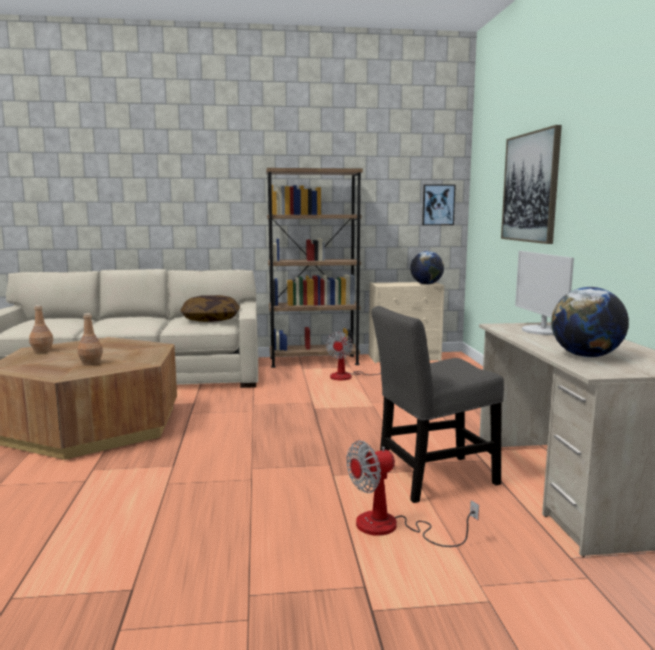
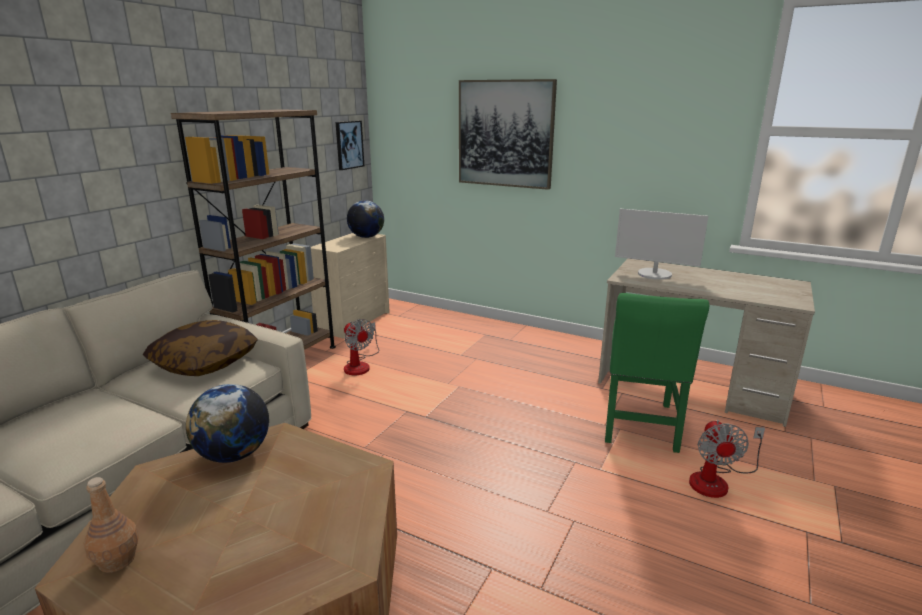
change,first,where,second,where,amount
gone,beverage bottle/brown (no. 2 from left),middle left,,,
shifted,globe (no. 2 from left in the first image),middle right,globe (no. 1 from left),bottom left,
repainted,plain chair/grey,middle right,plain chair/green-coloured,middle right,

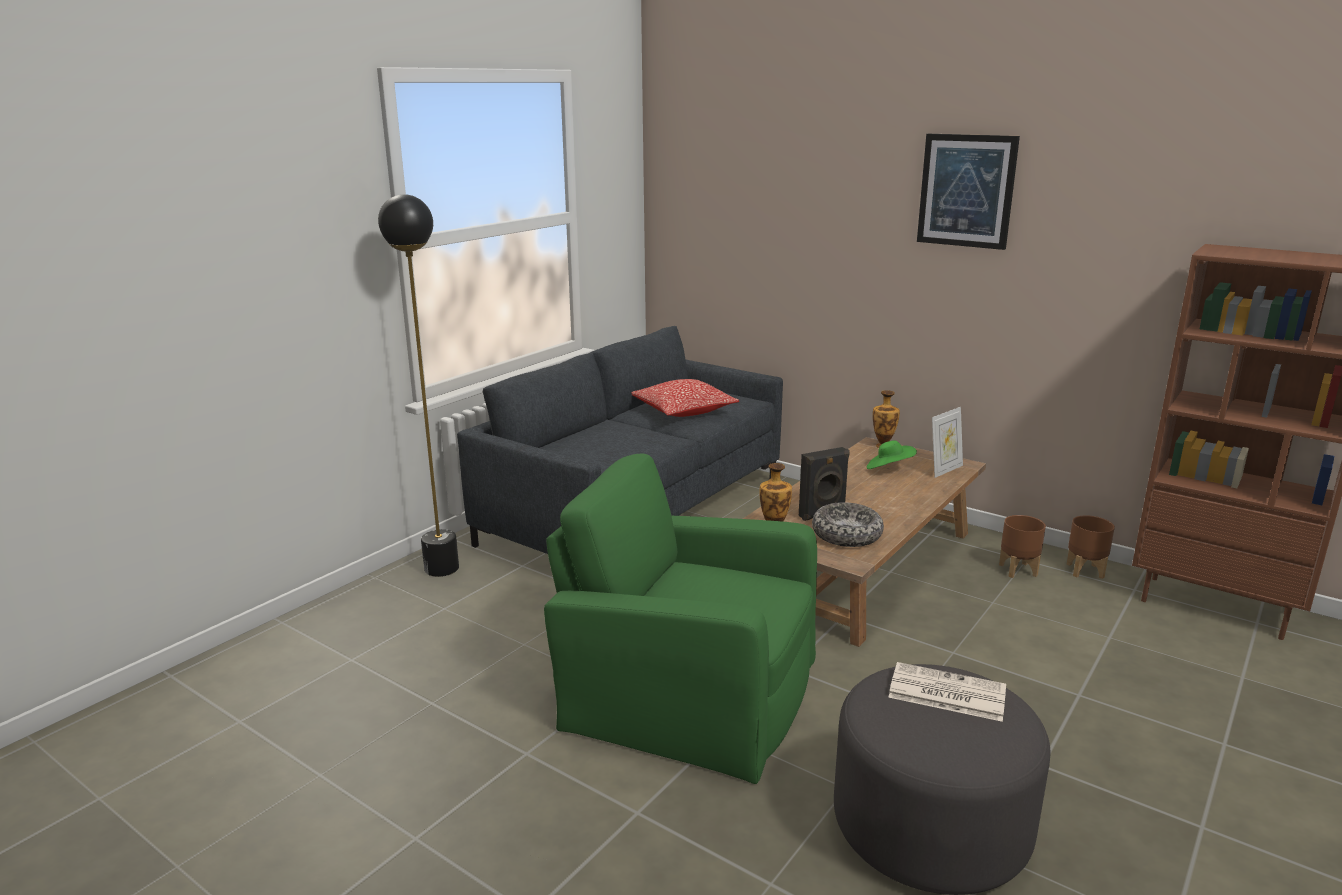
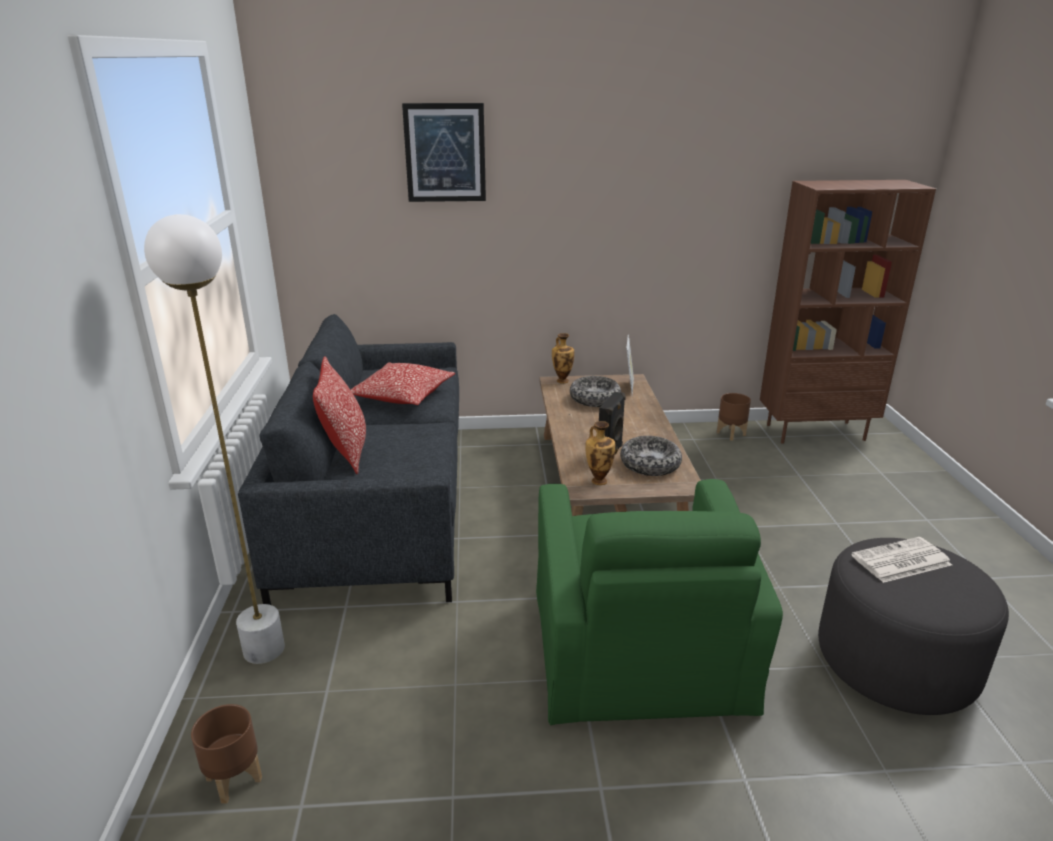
change,first,where,second,where,amount
new,,,pillow (no. 1 from left),middle left,
shifted,wall picture,top right,,top centre,
shifted,planter/brown (no. 1 from left),middle right,,bottom left,
swapped,hat/green-coloured,centre,deep dish (no. 1 from left),centre,
repainted,standard lamp/black,middle left,standard lamp/white-coloured,middle left,
rotated,easy chair/green-coloured,bottom centre,,bottom centre,75 degrees counterclockwise

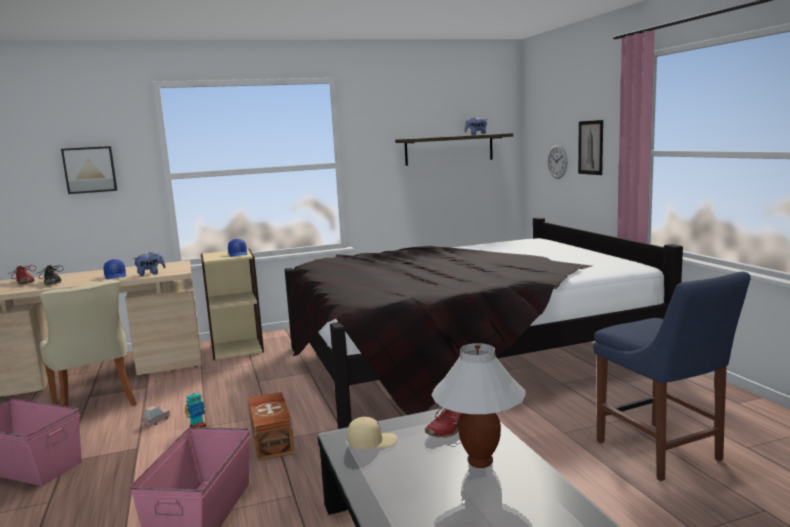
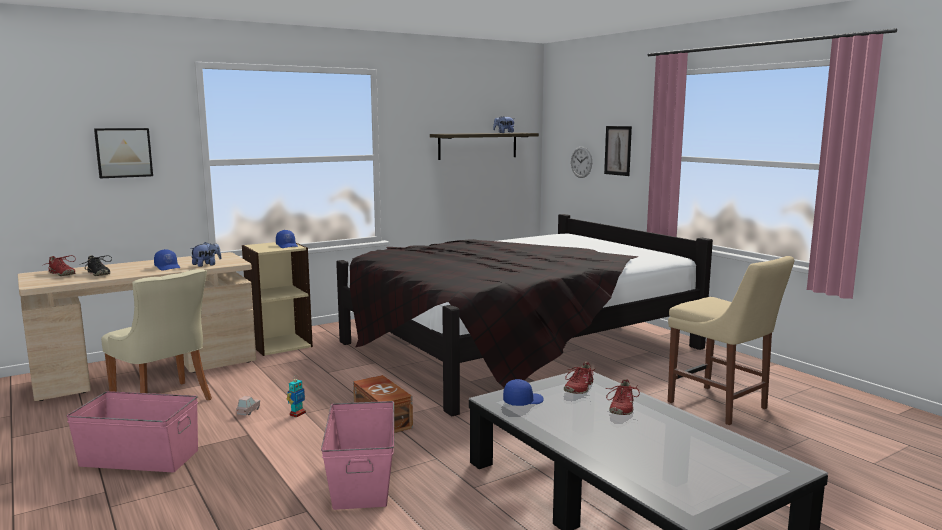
change,first,where,second,where,amount
swapped,table lamp/white-coloured,bottom centre,low shoe/reddish (no. 3 from left),bottom centre,
repainted,baseball cap/sand-coloured,bottom centre,baseball cap/blue-coloured (no. 3 from left),bottom centre,
repainted,plain chair/blue-coloured,bottom right,plain chair/sand-coloured (no. 2 from left),middle right,

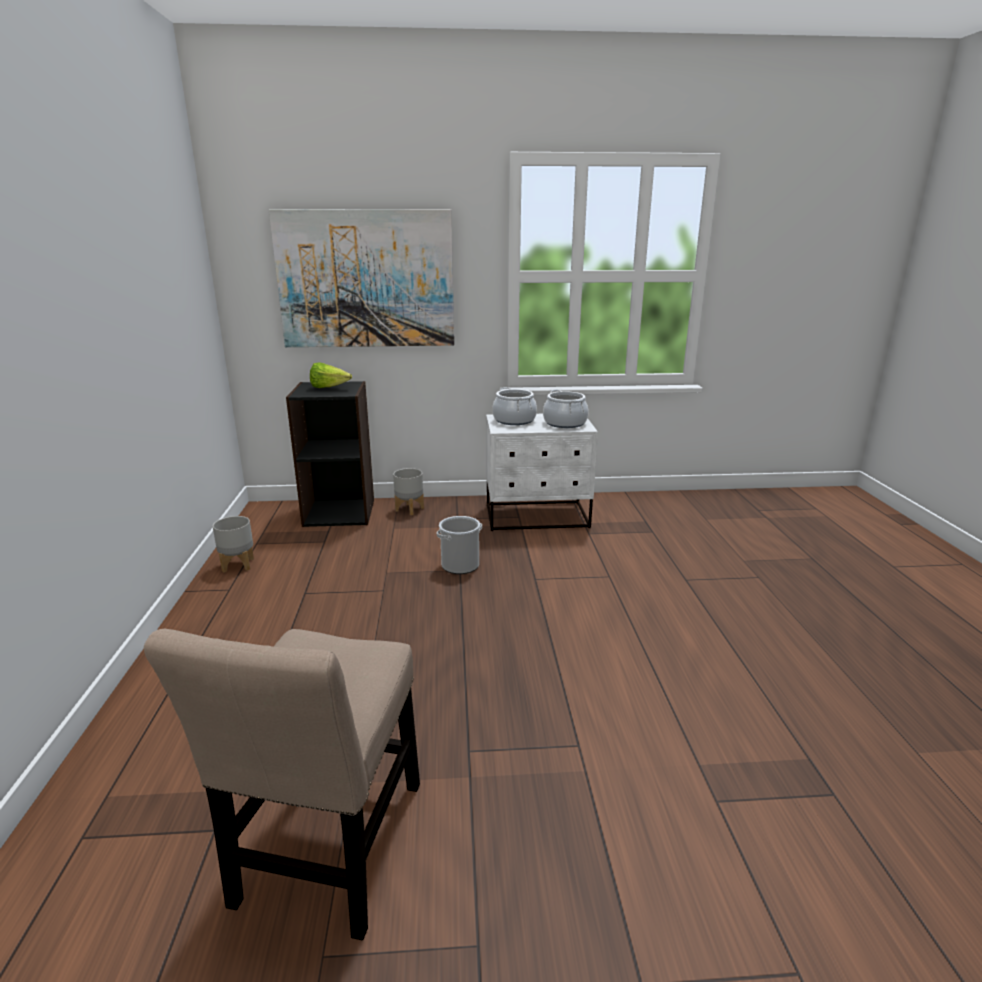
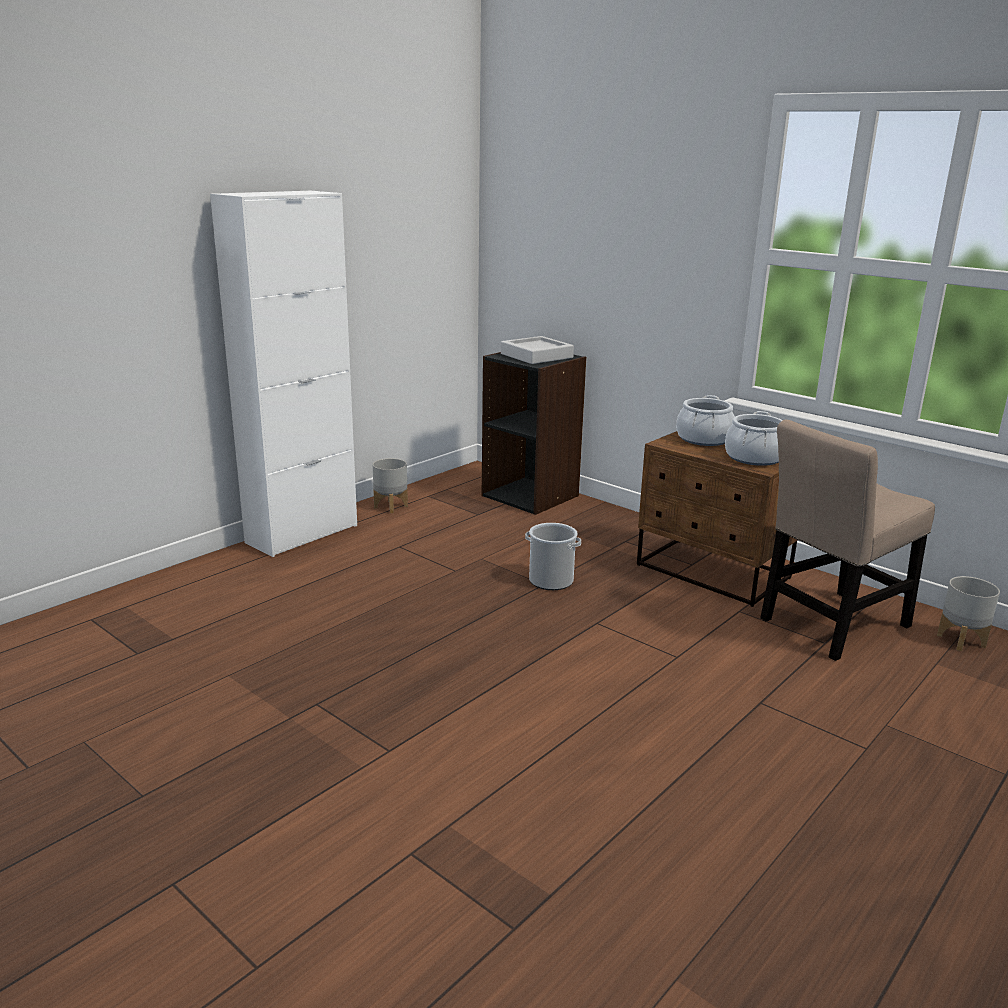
change,first,where,second,where,amount
gone,wall picture,top centre,,,
new,,,storage cabinet/white-coloured,middle left,
shifted,plain chair/sand-coloured,bottom left,,middle right,
shifted,planter/grey (no. 2 from left),centre,,middle right,
swapped,head of lettuce,centre,carrying tray/grey,centre,
repainted,night table/white-coloured,centre,night table/brown,middle right,

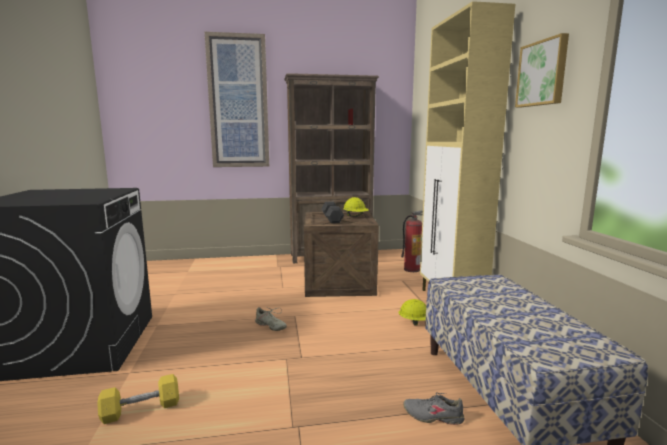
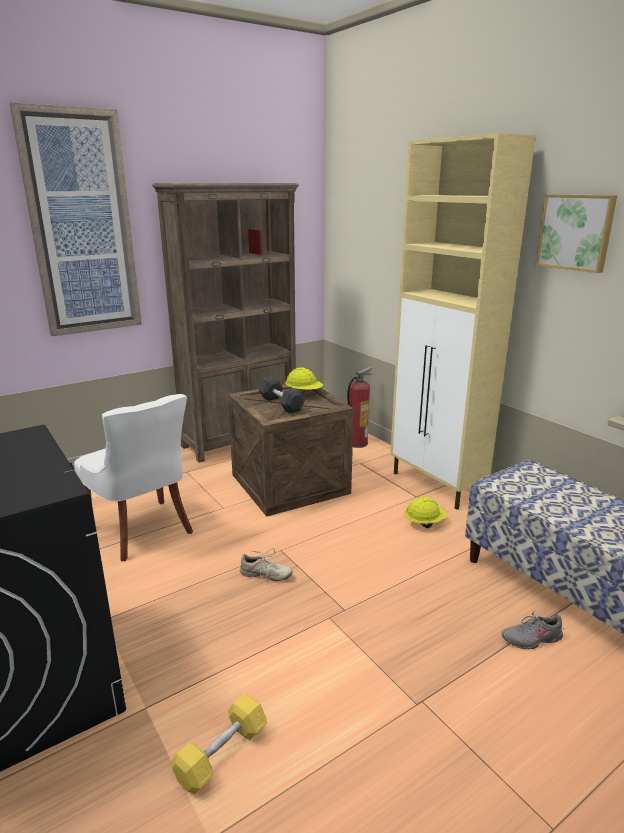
change,first,where,second,where,amount
new,,,plain chair/white-coloured,middle left,

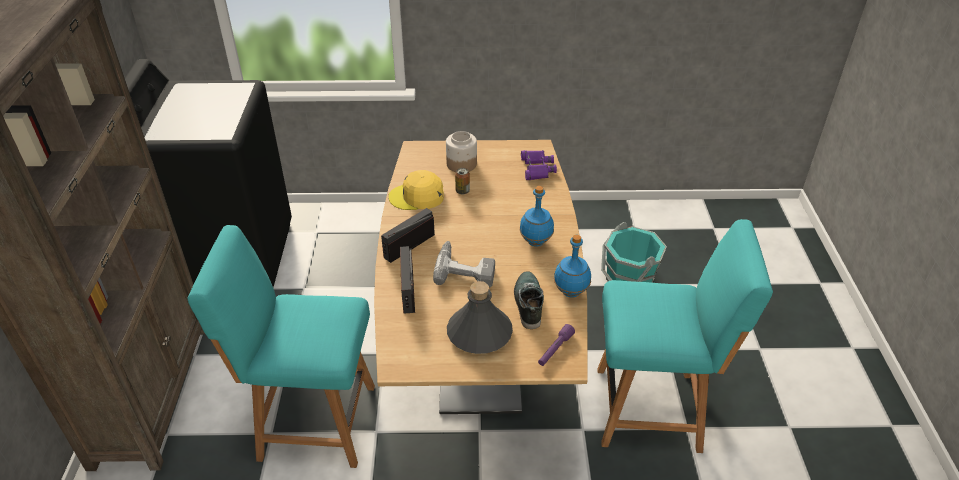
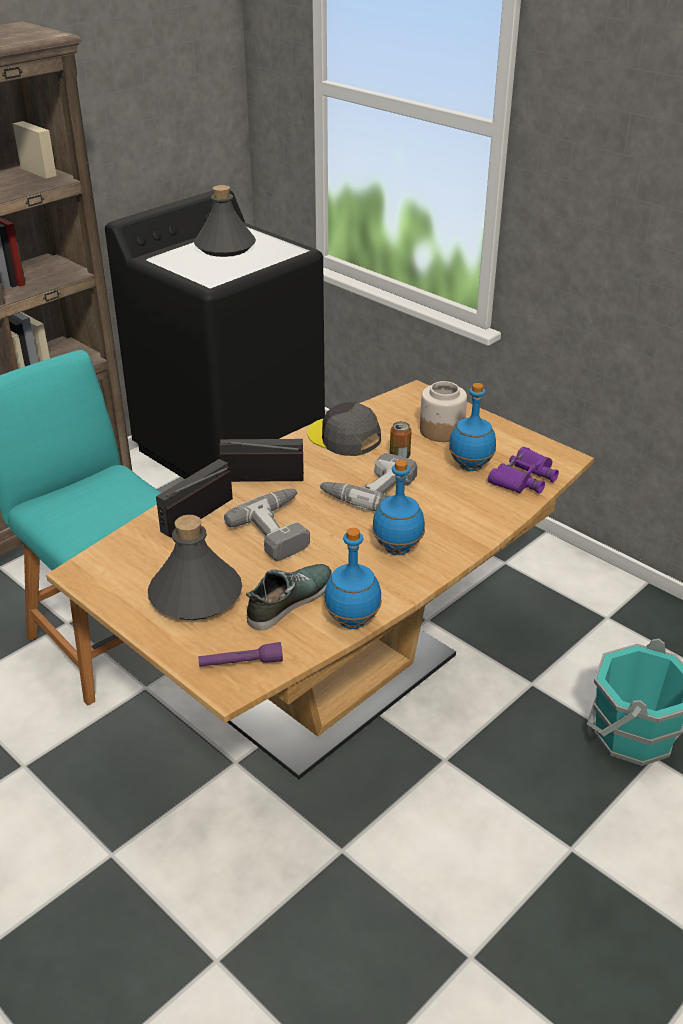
change,first,where,second,where,amount
gone,plain chair/turquoise-coloured (no. 2 from left),bottom right,,,
new,,,beverage bottle/grey (no. 2 from left),top left,
new,,,power drill (no. 2 from left),centre,
new,,,beverage bottle/blue-coloured (no. 3 from left),middle right,
repainted,baseball cap/yellow,centre,baseball cap/grey,centre,

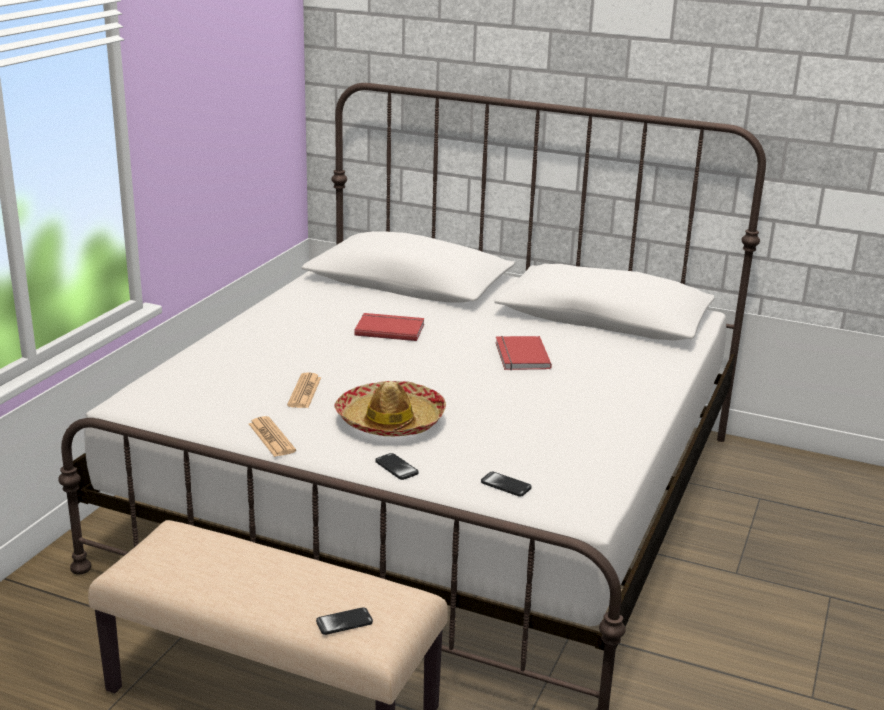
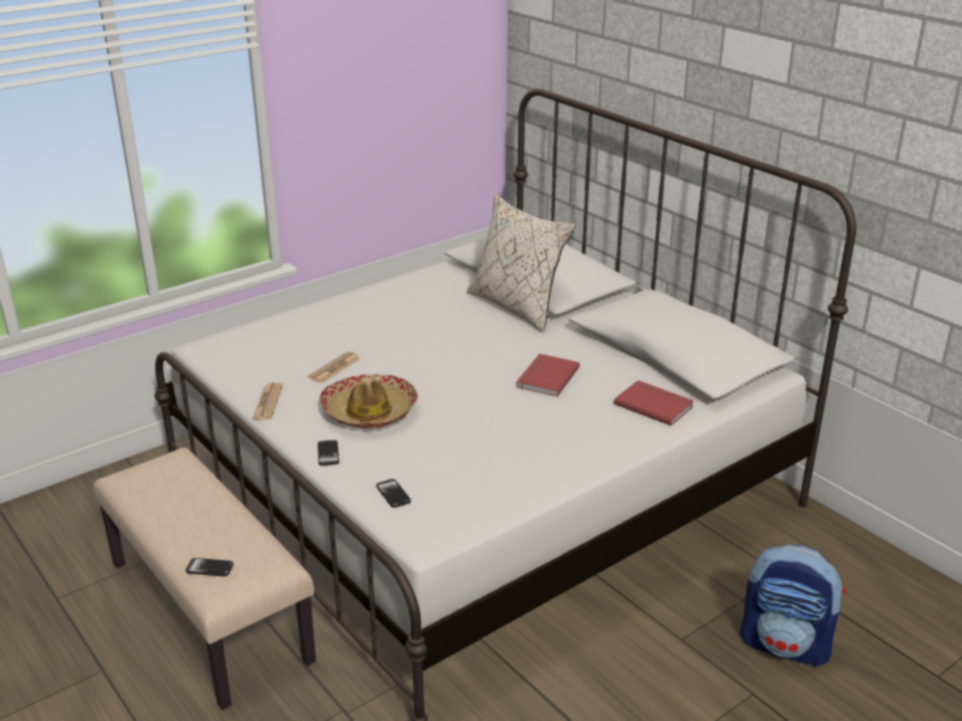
change,first,where,second,where,amount
new,,,pillow/sand-coloured,centre,
new,,,rucksack,bottom right,
shifted,book/reddish (no. 1 from left in the first image),centre,book/reddish (no. 2 from left),middle right,

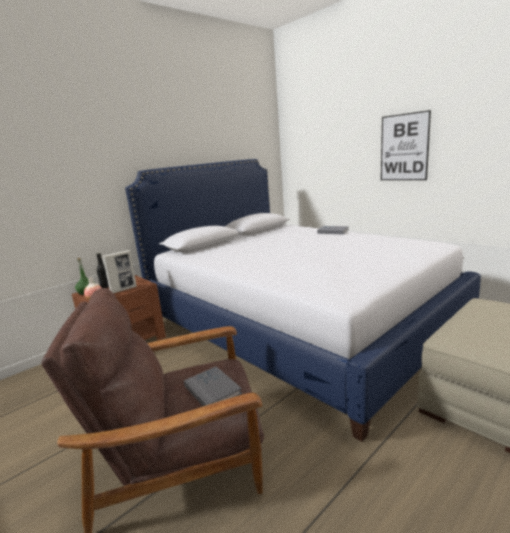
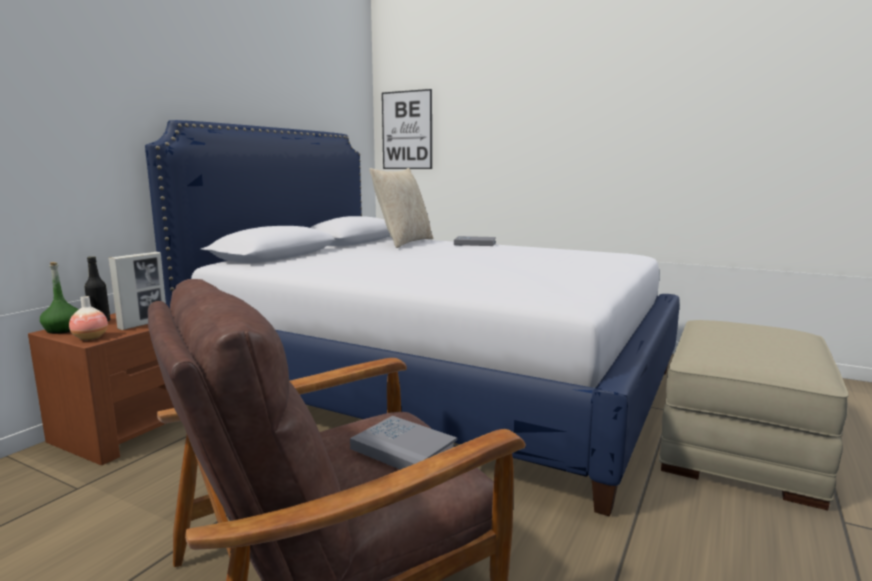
change,first,where,second,where,amount
new,,,pillow/sand-coloured,centre,
shifted,wall picture,top right,,top centre,

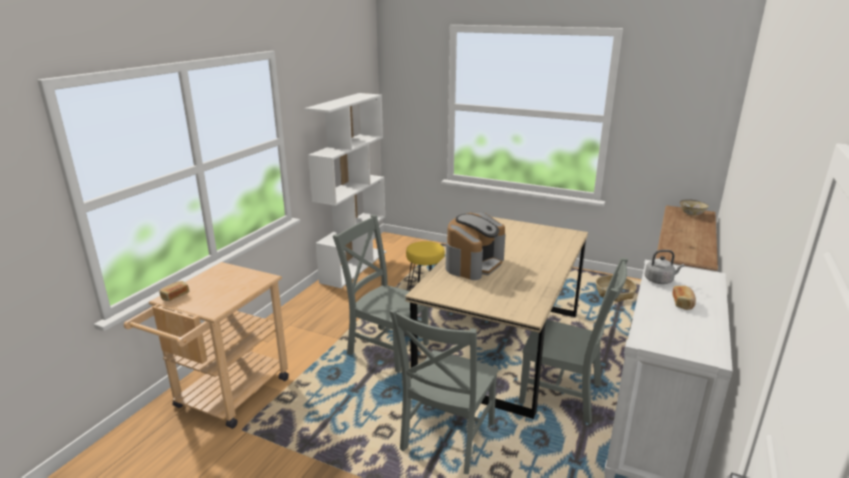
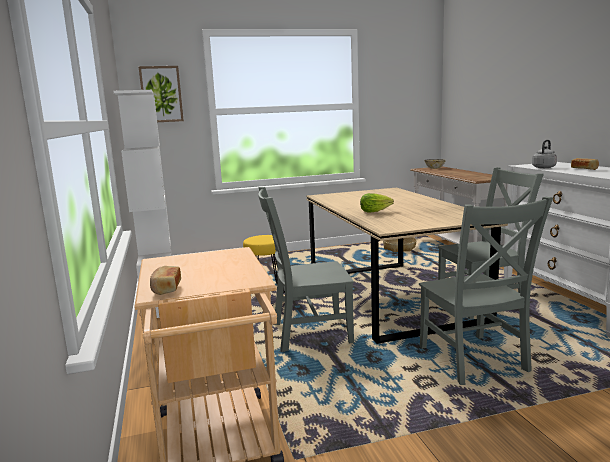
change,first,where,second,where,amount
new,,,wall picture,top left,
swapped,coffee brewer,centre,head of lettuce,centre,

